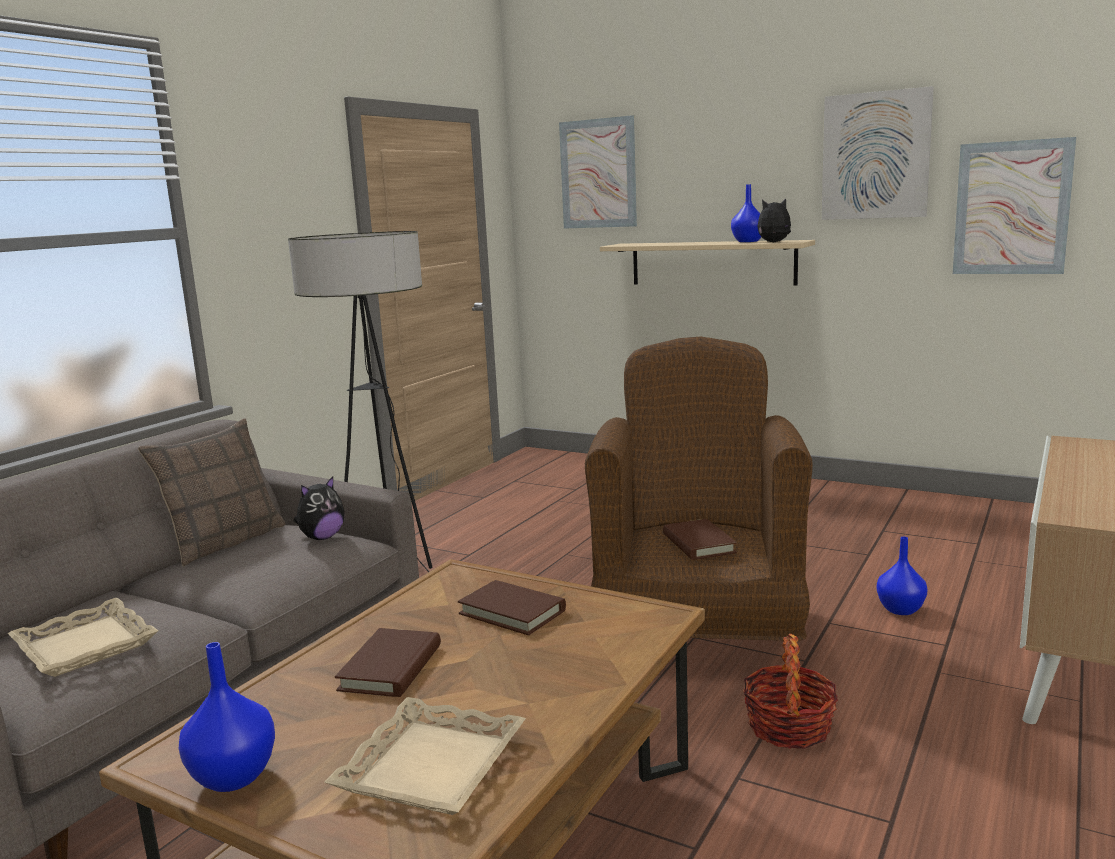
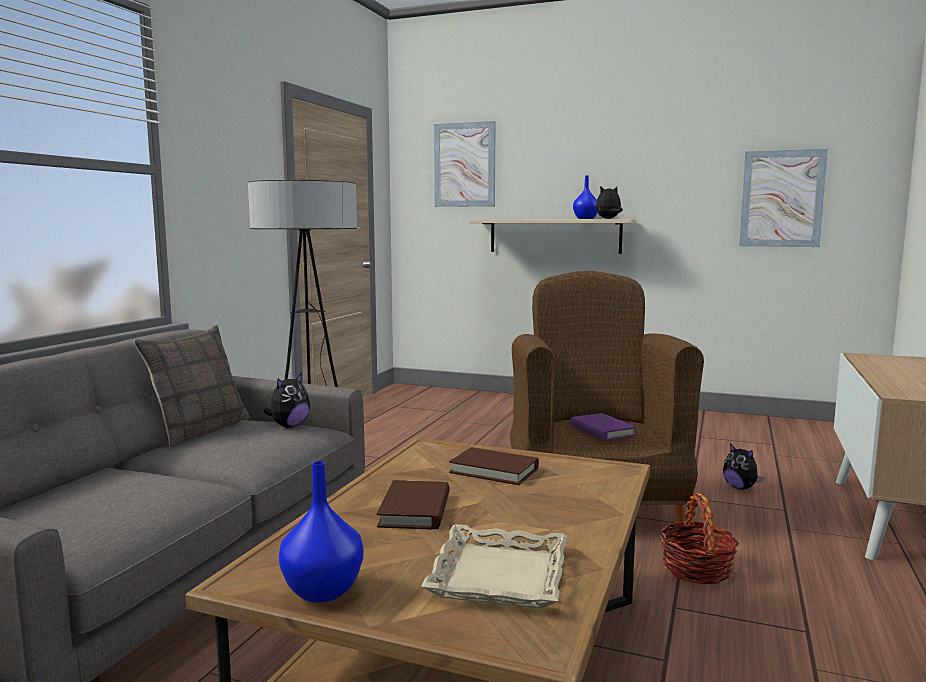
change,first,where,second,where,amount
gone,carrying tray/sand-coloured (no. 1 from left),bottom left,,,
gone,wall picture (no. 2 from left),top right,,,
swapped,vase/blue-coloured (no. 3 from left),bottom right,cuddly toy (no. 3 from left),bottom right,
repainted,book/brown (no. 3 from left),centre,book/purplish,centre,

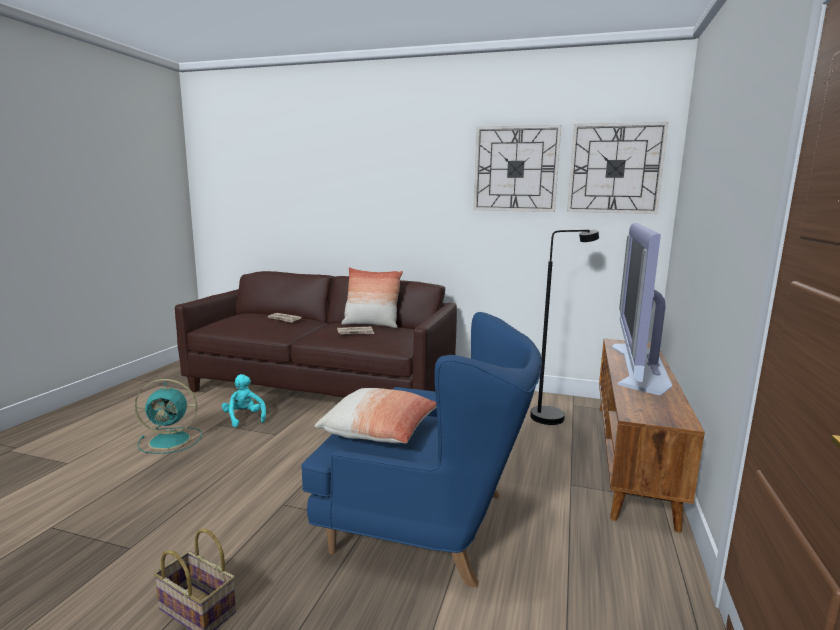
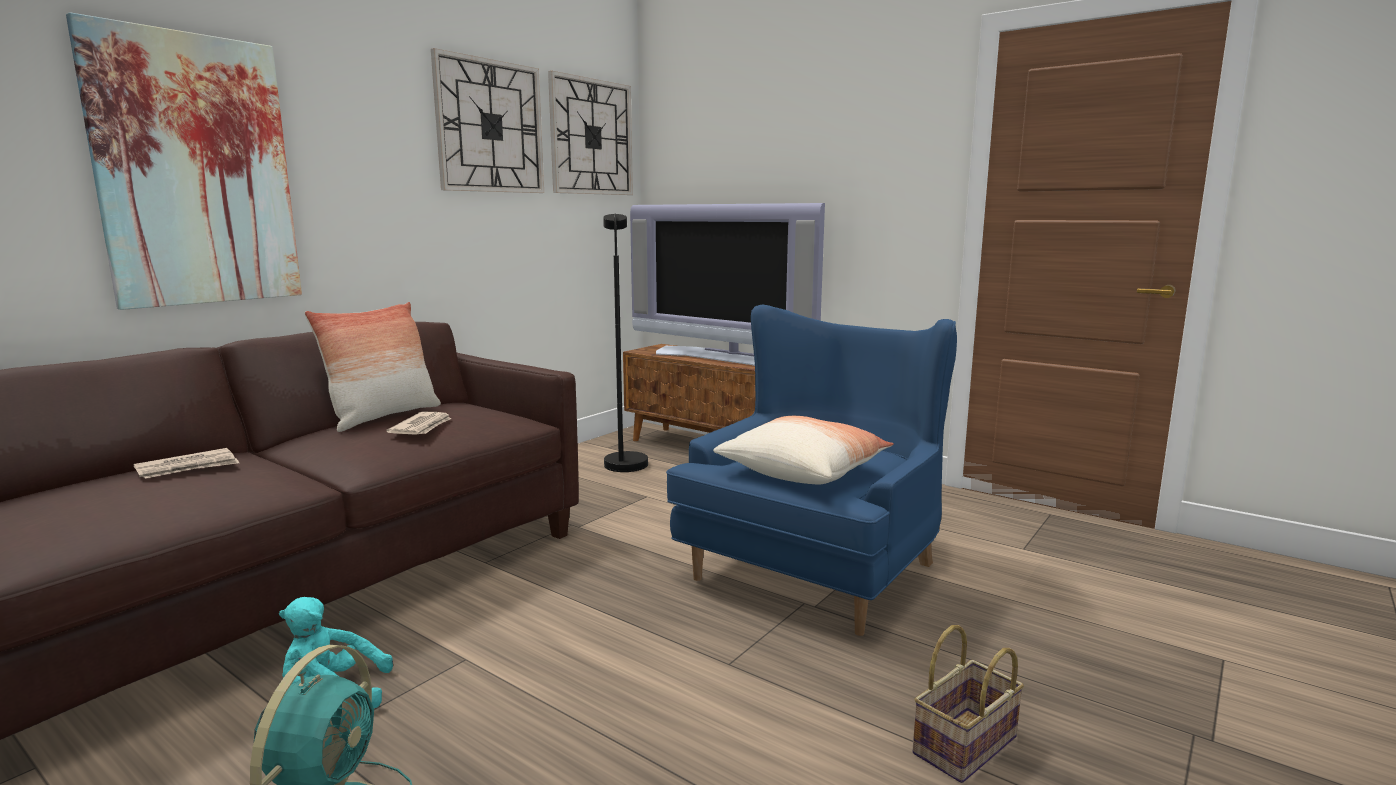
change,first,where,second,where,amount
new,,,wall picture,top left,

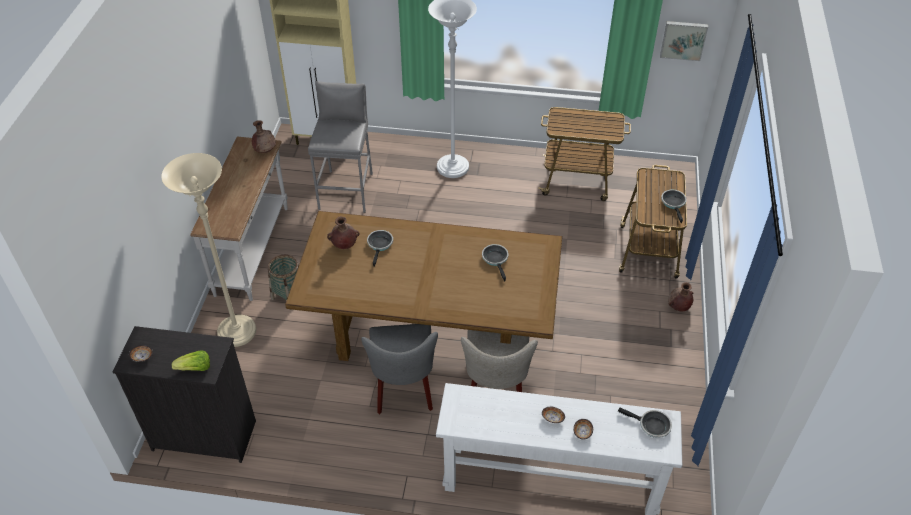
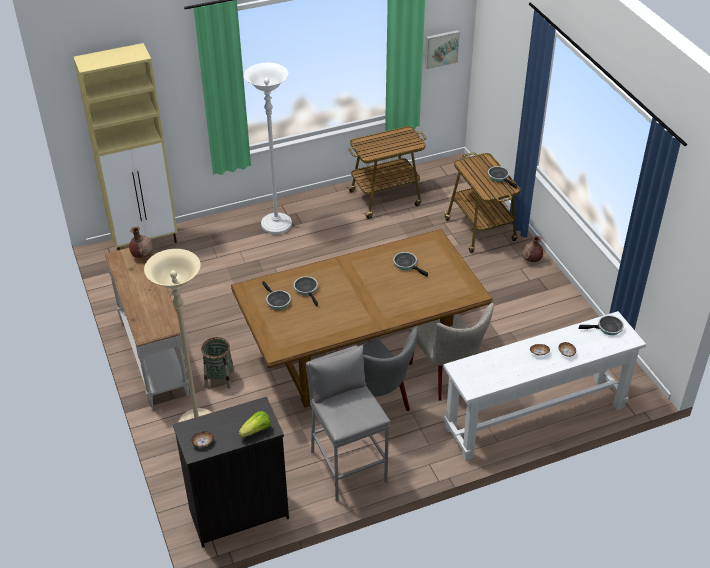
change,first,where,second,where,amount
shifted,stool seat/grey,top centre,,bottom centre,
swapped,vase/brown (no. 2 from left),centre,frying pan (no. 1 from left),centre,

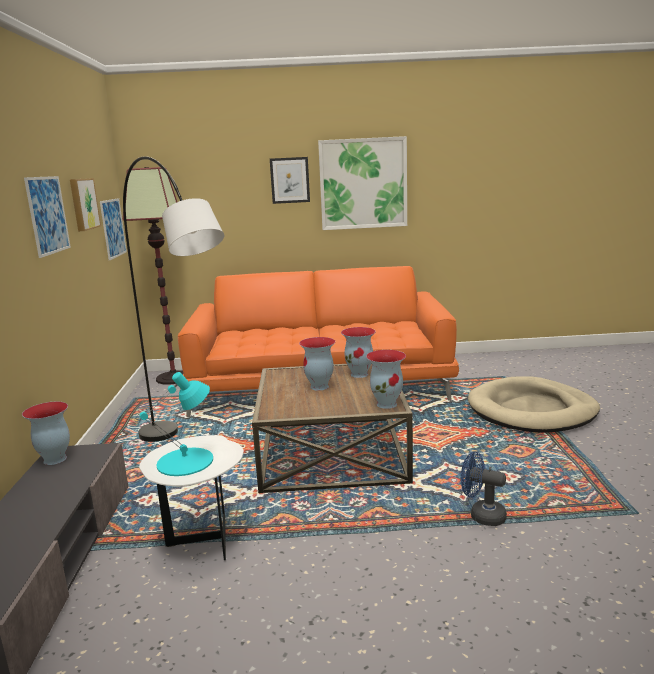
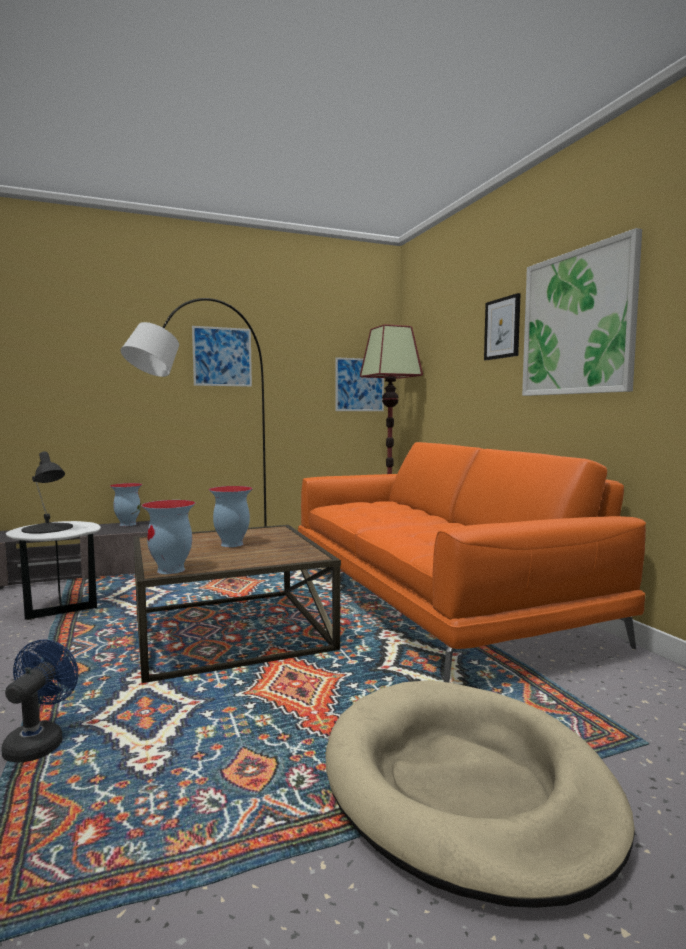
change,first,where,second,where,amount
gone,wall picture (no. 2 from left),top left,,,
gone,vase (no. 3 from left),centre,,,
repainted,table lamp/turquoise-coloured,middle left,table lamp/black,middle left,

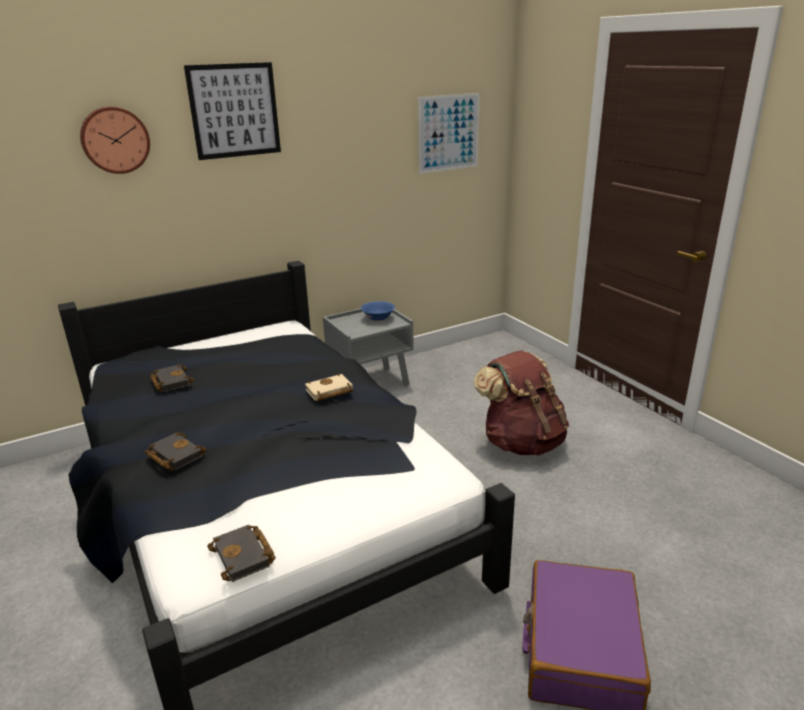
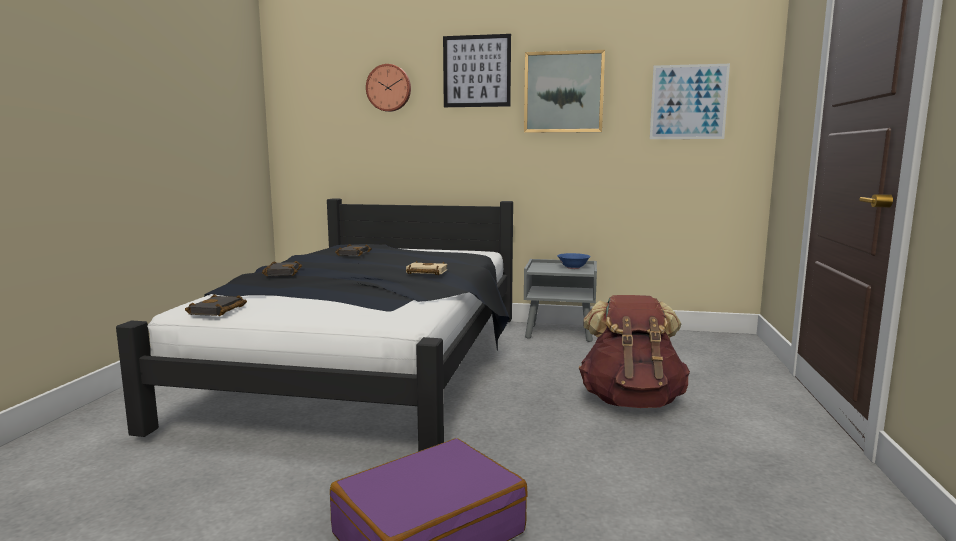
change,first,where,second,where,amount
new,,,wall picture (no. 2 from left),top centre,

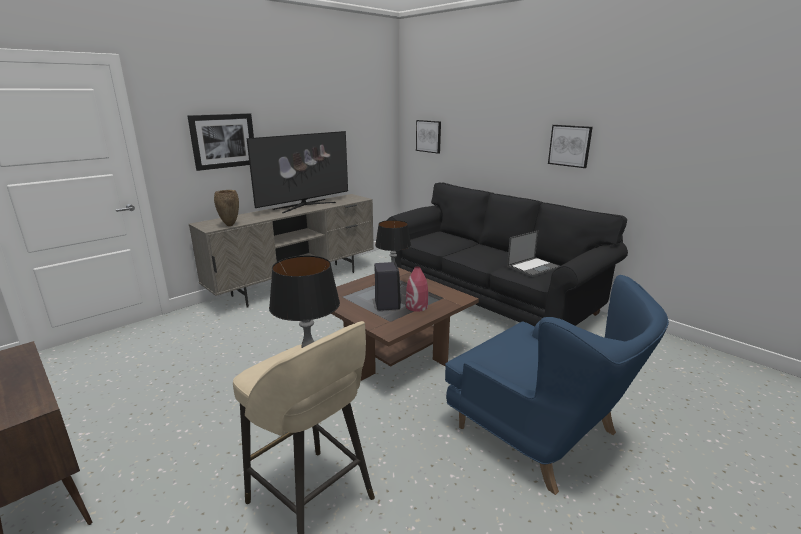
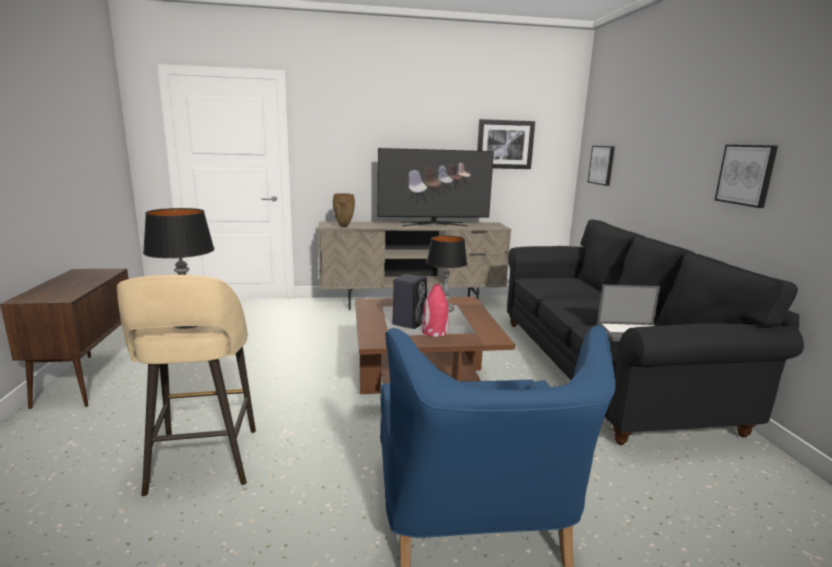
change,first,where,second,where,amount
shifted,wall picture (no. 1 from left),top left,,top centre,

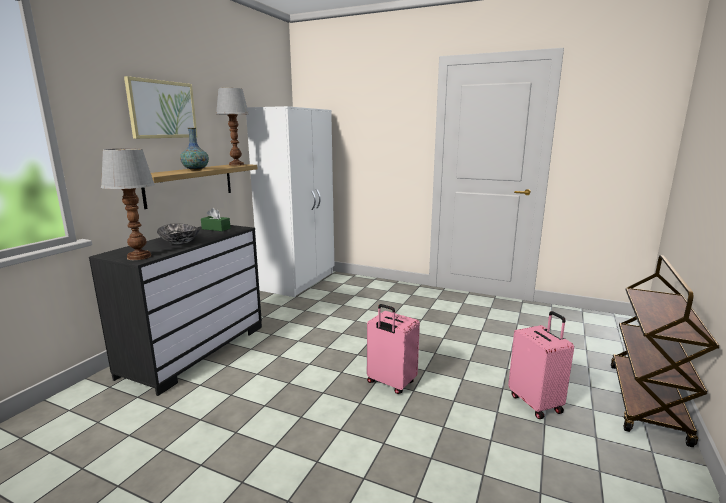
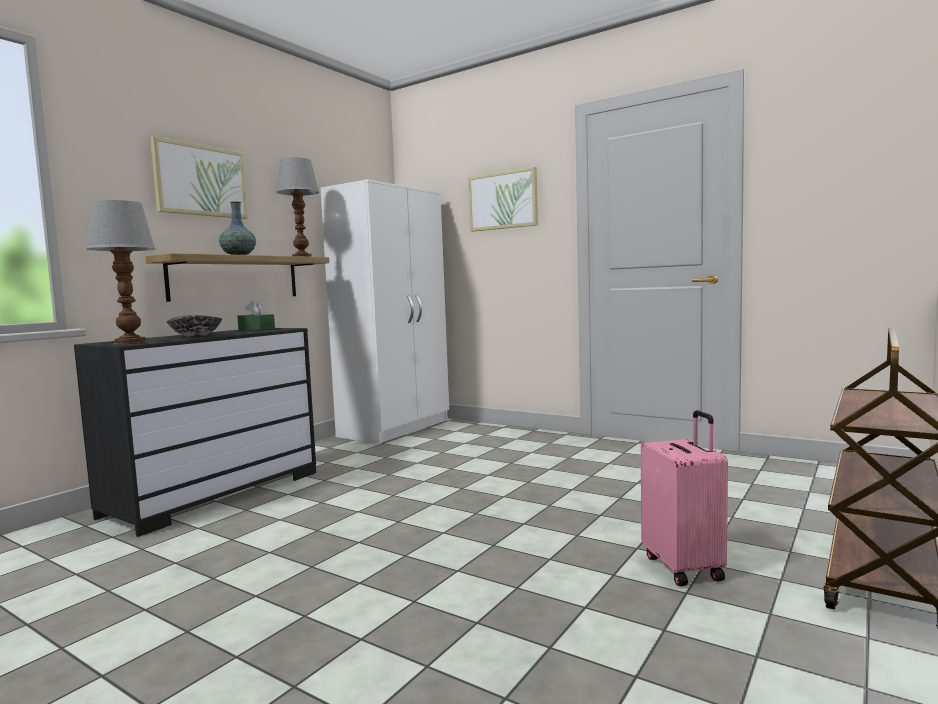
change,first,where,second,where,amount
gone,piece of luggage/pink-coloured (no. 1 from left),bottom centre,,,
new,,,wall picture (no. 2 from left),top centre,

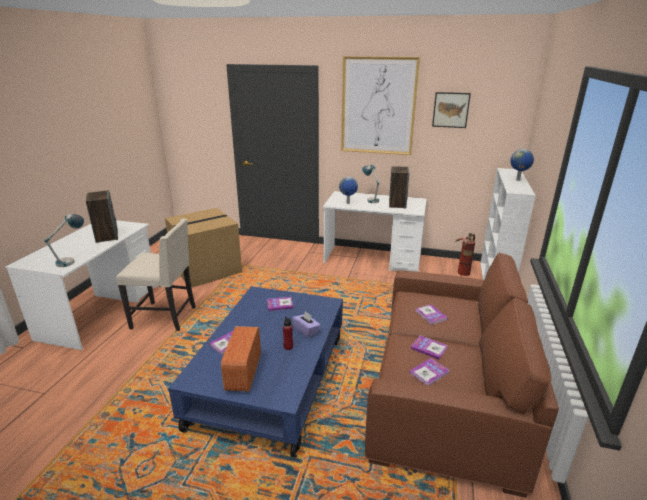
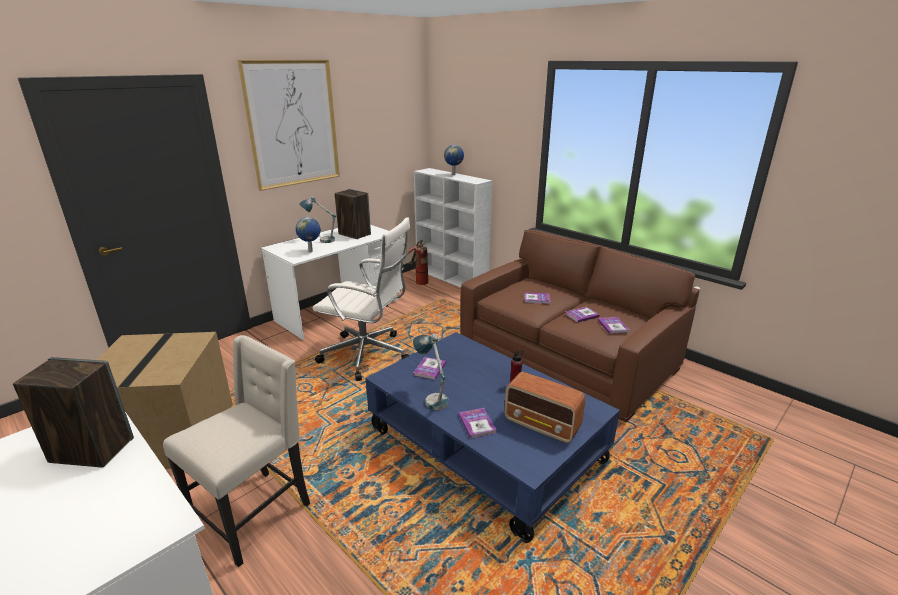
change,first,where,second,where,amount
gone,box of tissues/purplish,centre,,,
gone,wall picture (no. 2 from left),top right,,,
new,,,computer chair/white-coloured,centre,
shifted,table lamp (no. 1 from left in the first image),middle left,table lamp (no. 2 from left),centre,

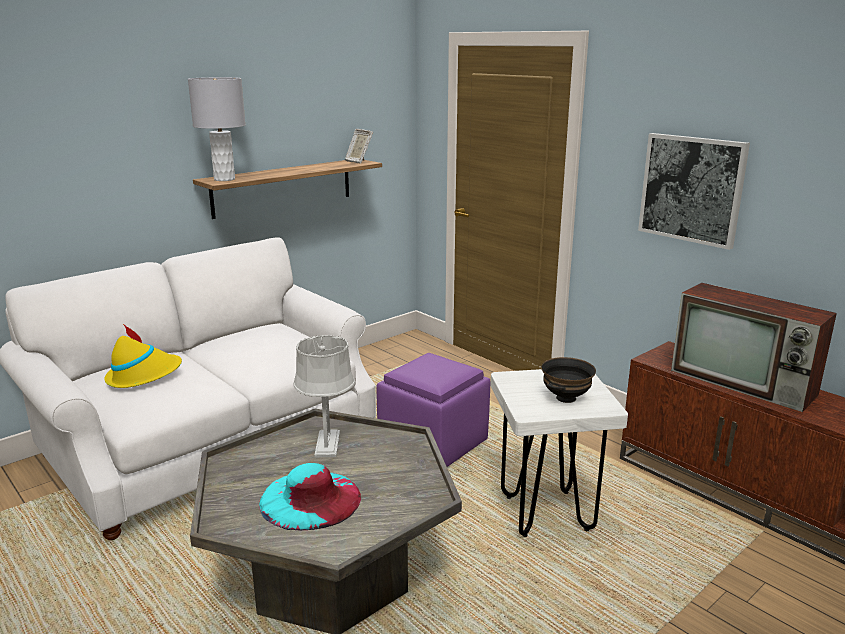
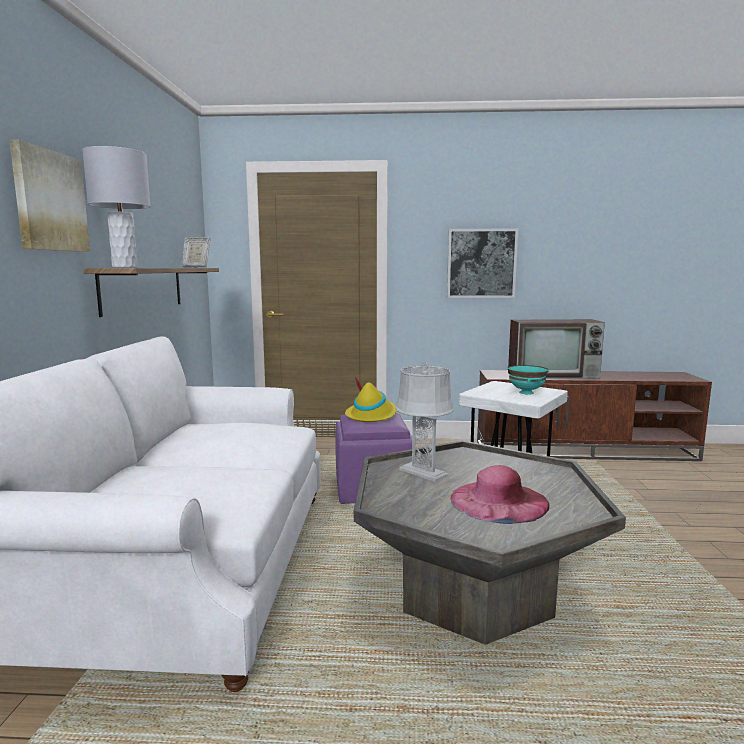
change,first,where,second,where,amount
new,,,wall picture (no. 1 from left),top left,
shifted,hat/yellow,middle left,,centre,
repainted,hat/turquoise-coloured,bottom centre,hat/pink-coloured,middle right,
repainted,deep dish/black,middle right,deep dish/turquoise-coloured,middle right,

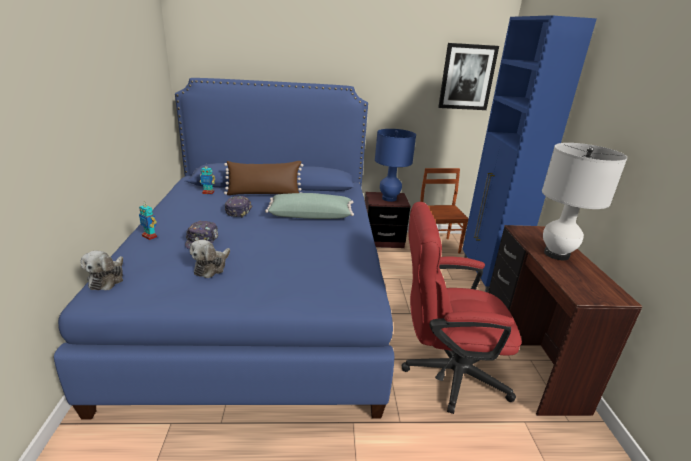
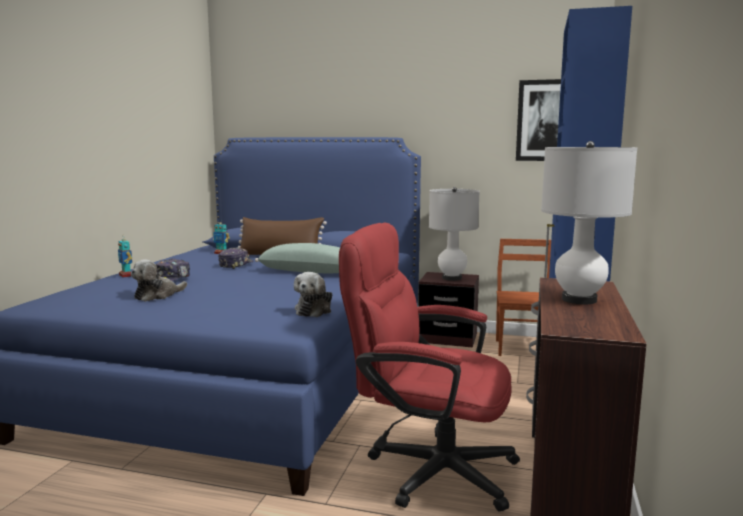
change,first,where,second,where,amount
shifted,cuddly toy (no. 1 from left in the first image),middle left,cuddly toy (no. 2 from left),centre,
repainted,table lamp/blue-coloured,centre,table lamp/white-coloured (no. 1 from left),centre,

